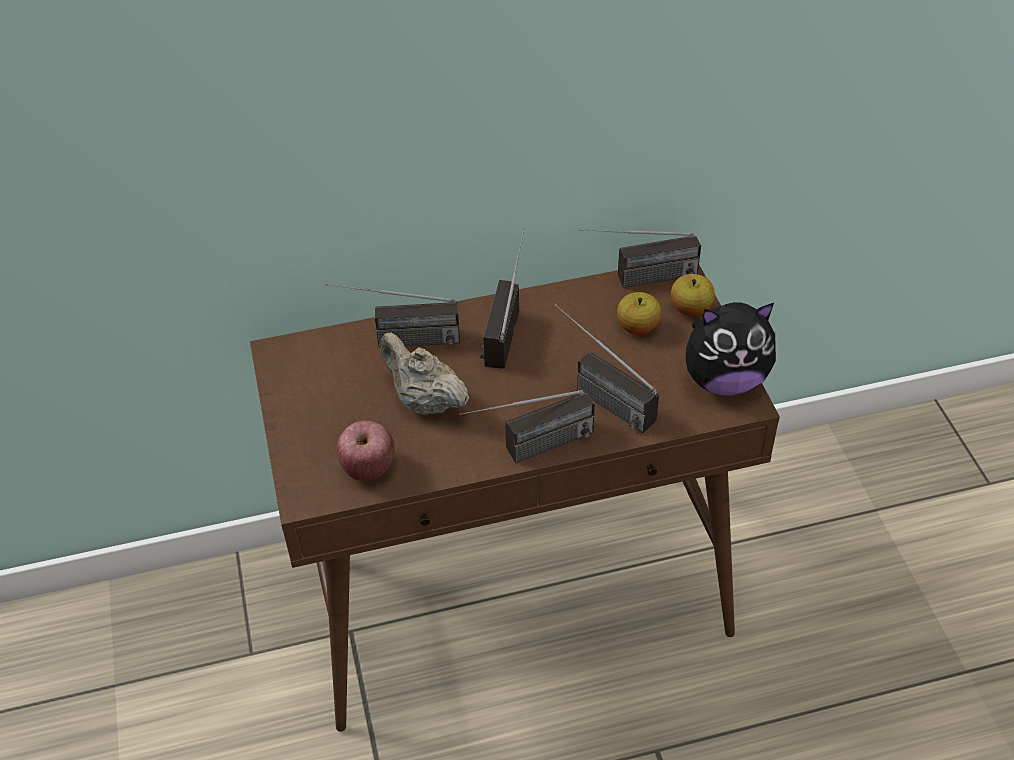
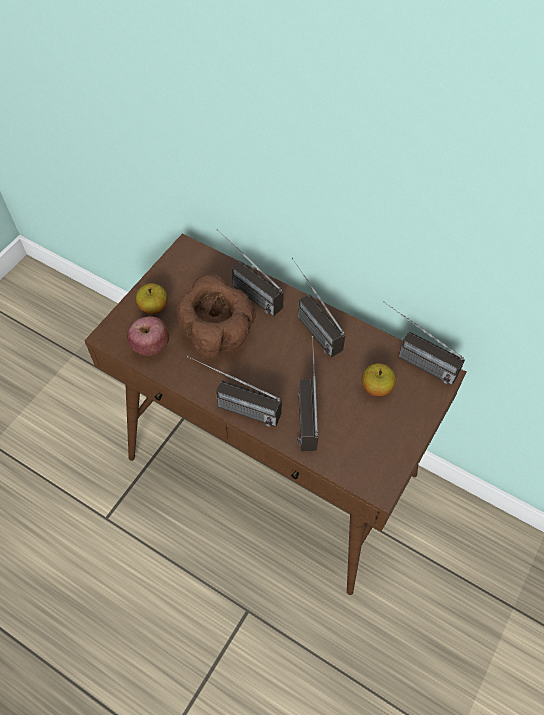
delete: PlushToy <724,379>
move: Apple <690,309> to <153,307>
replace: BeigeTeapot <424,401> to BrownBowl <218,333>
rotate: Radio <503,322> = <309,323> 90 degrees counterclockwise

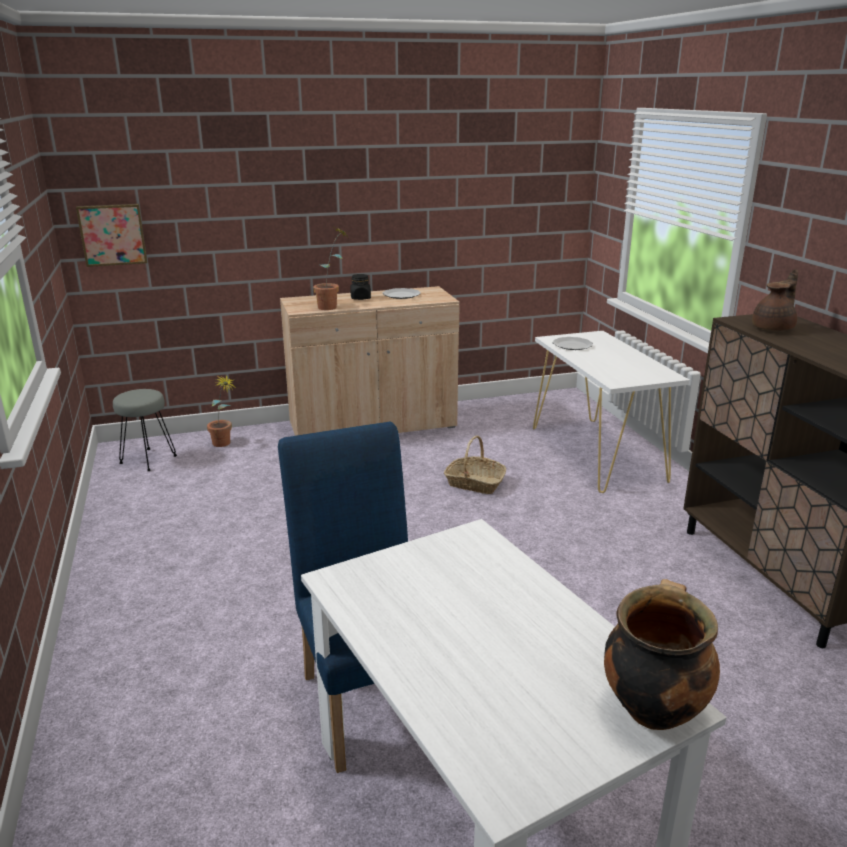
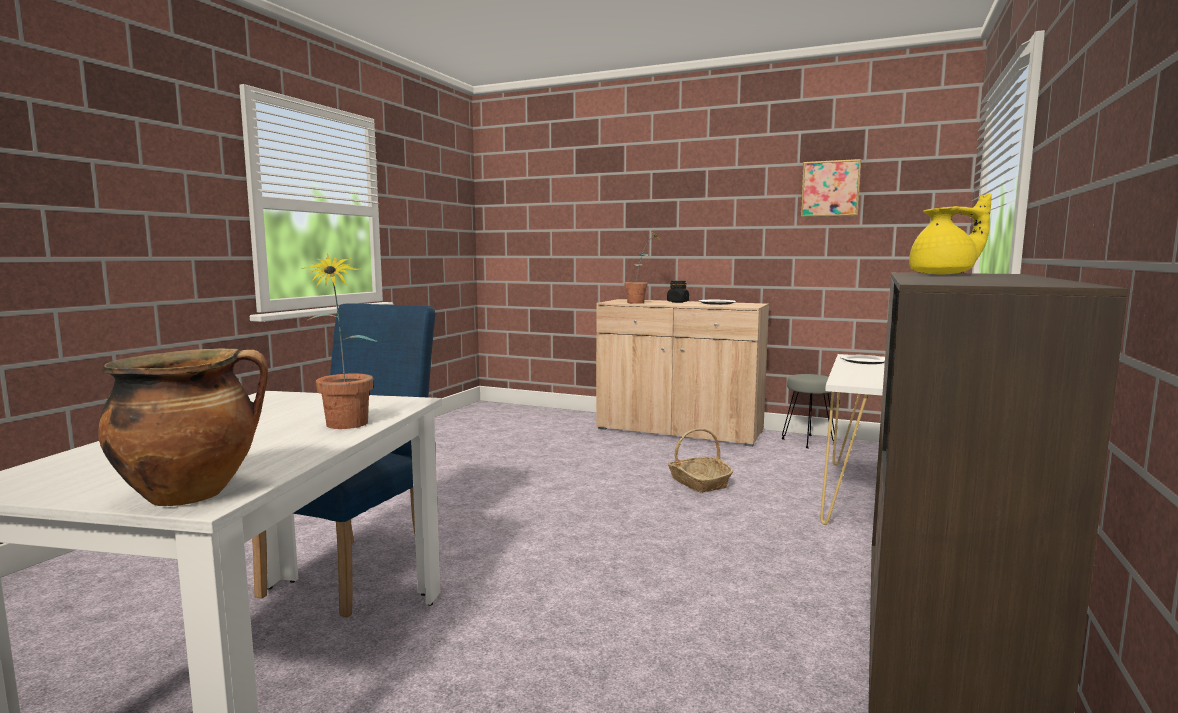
move: Picture <112,234> to <830,189>; GreyStool <147,460> to <807,441>; PottedPlant <224,445> to <344,427>
recolor: BrownTeapot <774,328> to YellowTeapot <945,274>

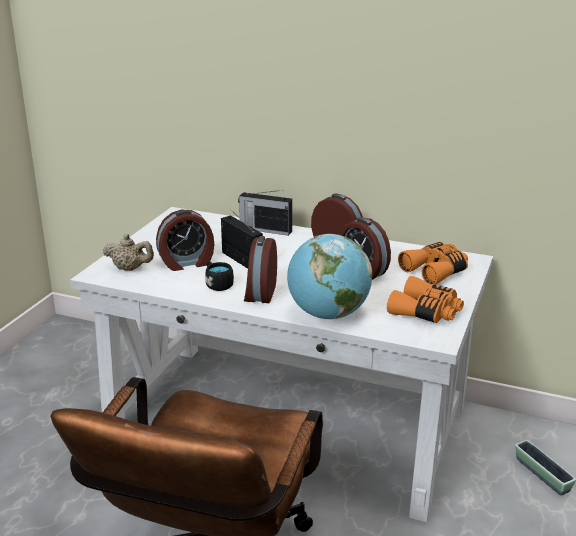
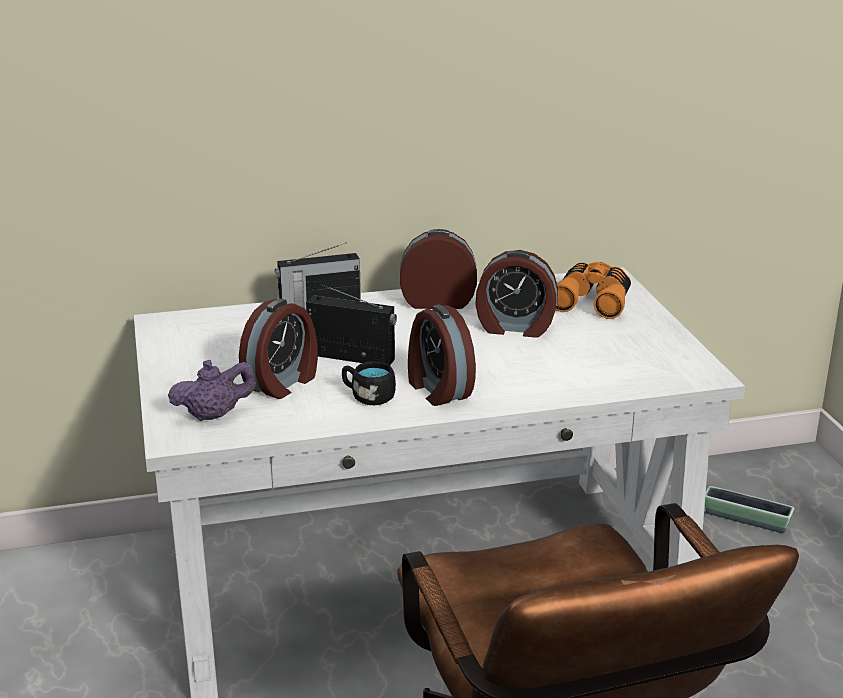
delete: Globe <328,314>; OrangeBinoculars <426,312>
recolor: BeigeTeapot <130,269> to PurpleTeapot <214,415>

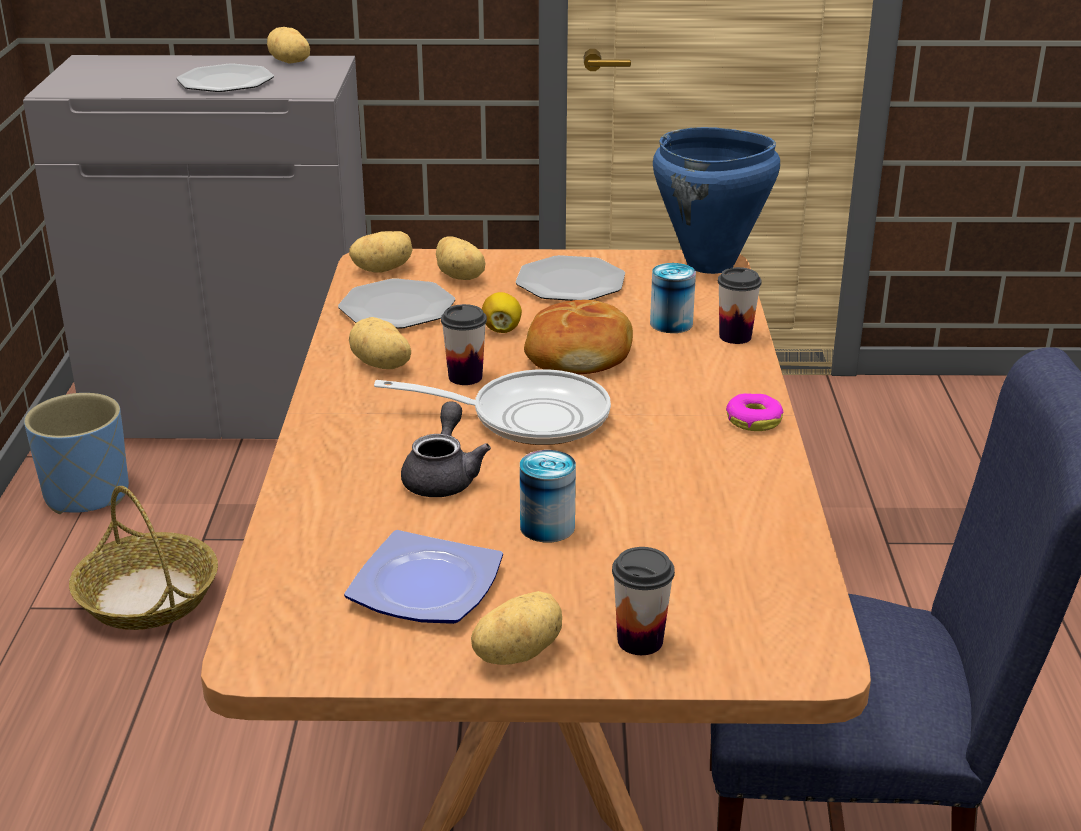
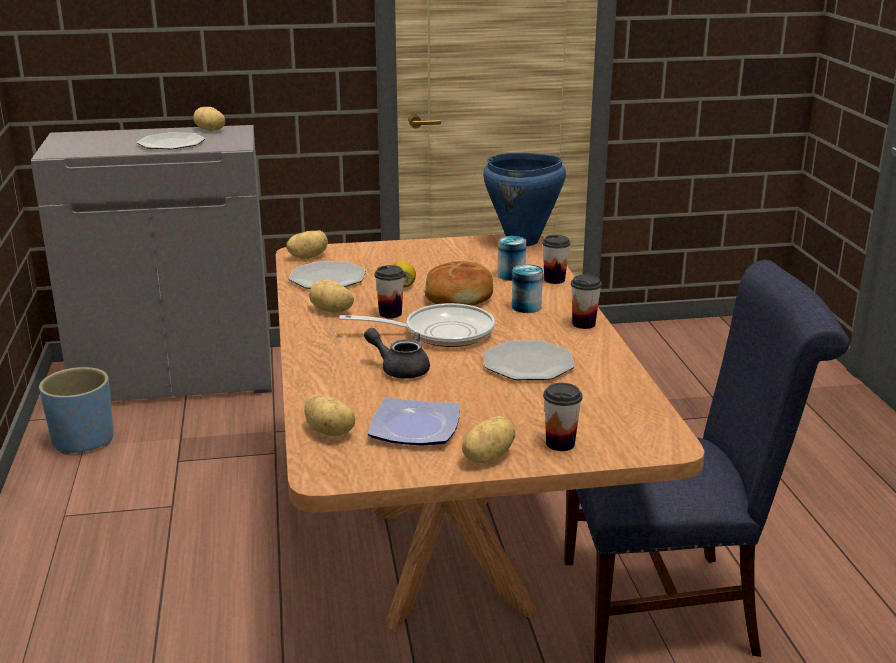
delete: Basket <149,597>
move: Potato <460,276> to <330,431>; Plate <570,282> to <528,363>; Can <547,526> to <526,307>
replace: Donut <753,420> to Cup <583,324>
rotate: GreyTeapot <443,477> = <400,369> 60 degrees counterclockwise

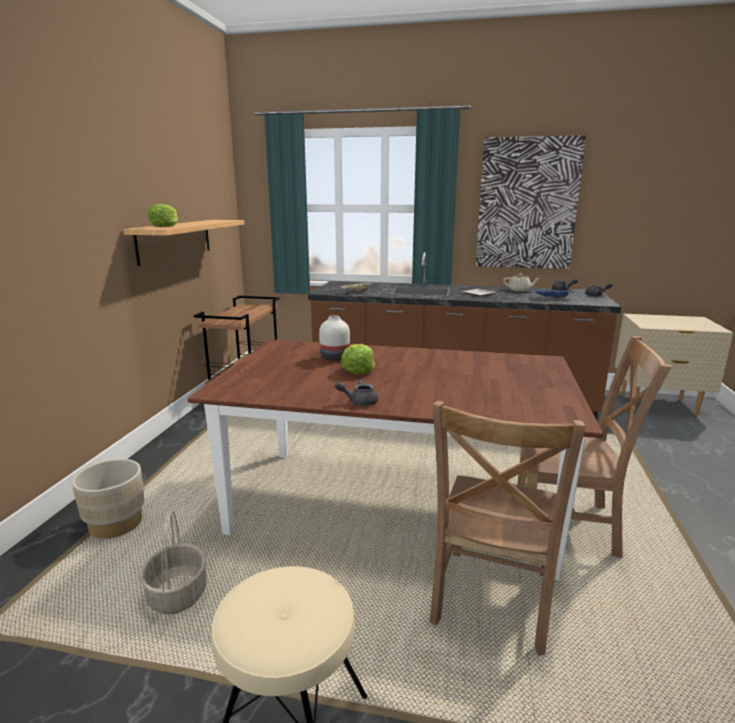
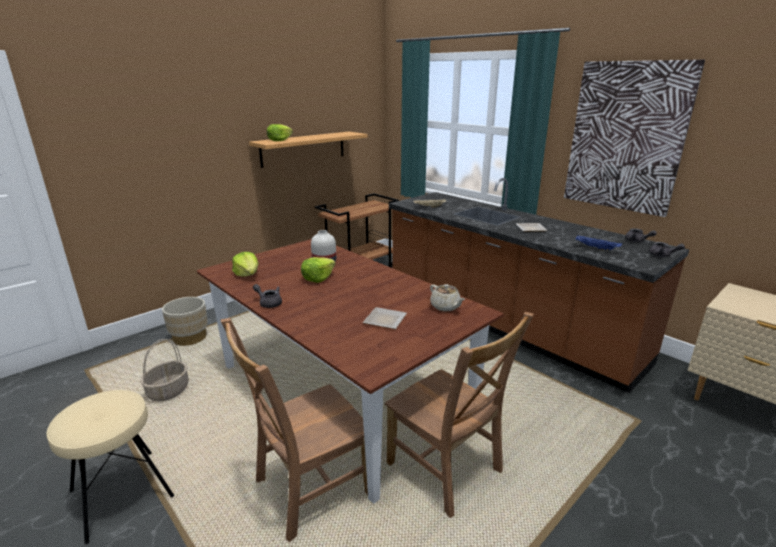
insert: Lettuce <247,274>; Plate <386,321>
move: BeigeTeapot <519,290> to <445,307>

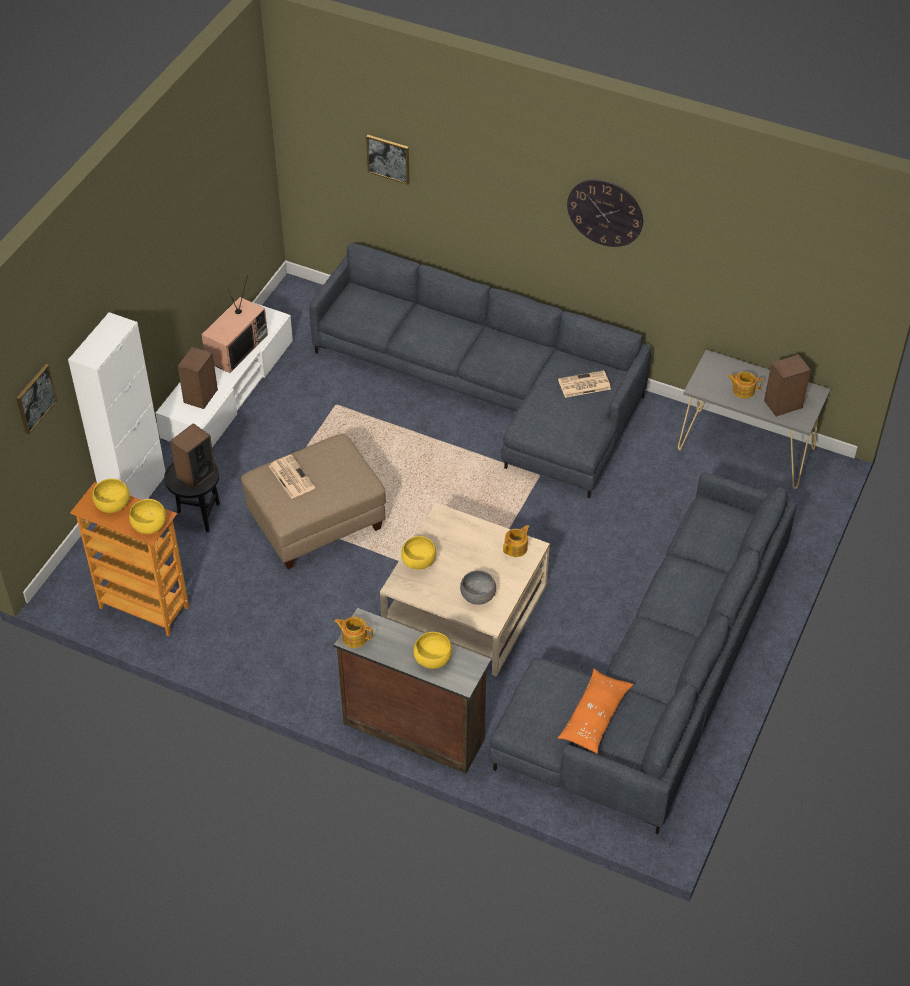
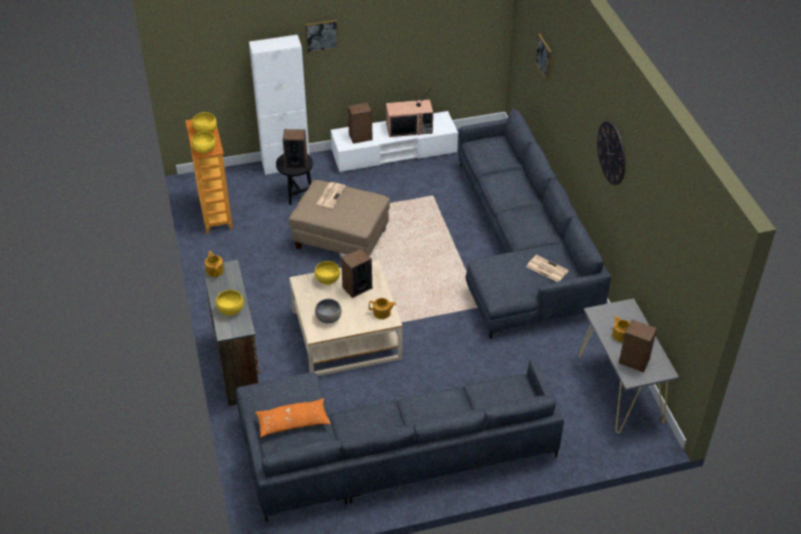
insert: Speaker <357,287>
move: Picture <35,398> to <321,36>

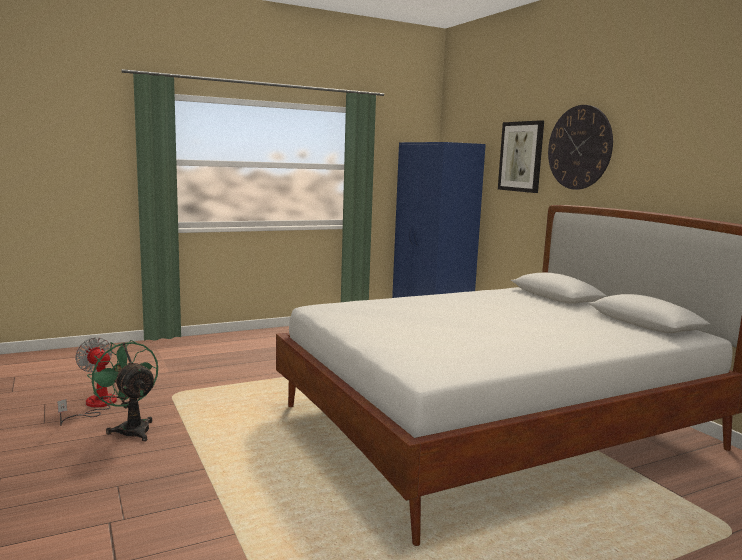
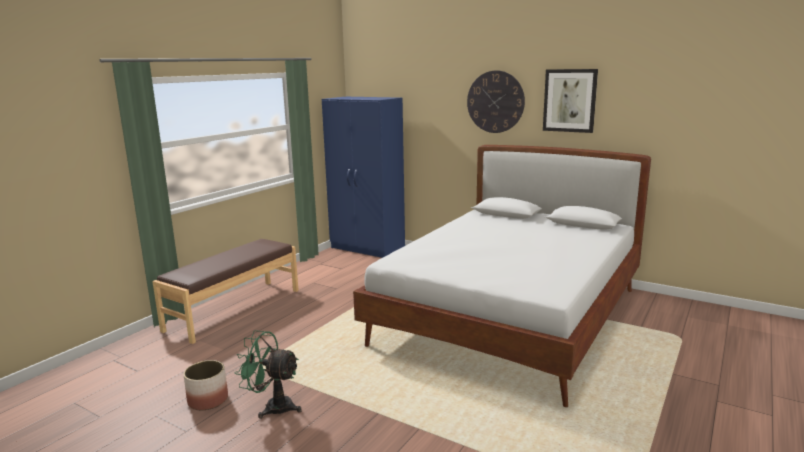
insert: BrownBench <234,309>
move: Picture <521,156> to <569,100>
replace: Fan <95,406> to Planter <208,400>

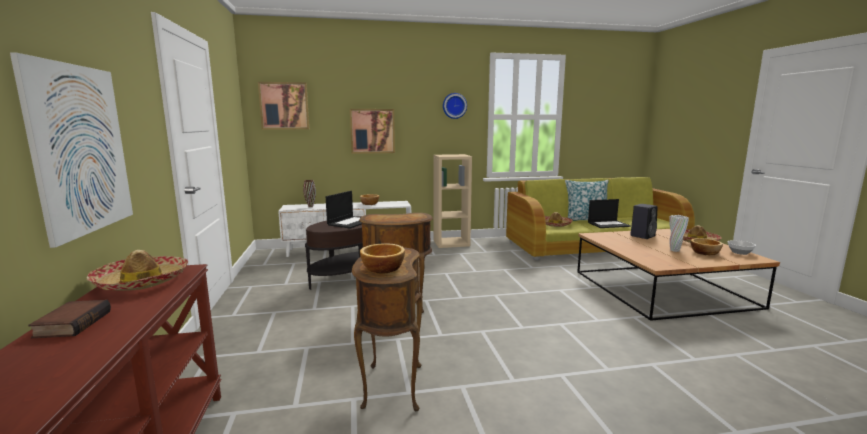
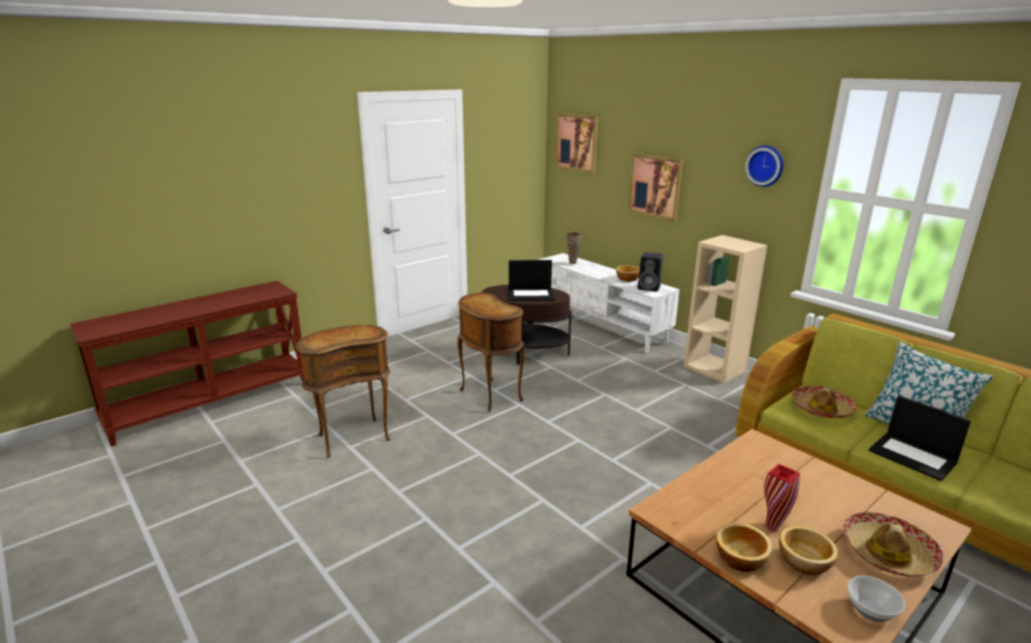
delete: Picture <81,149>; Book <72,324>; Hat <142,281>
move: Bowl <382,268> to <740,558>; BlackSpeaker <642,236> to <650,288>
recolor: WhiteVase <674,250> to RedVase <773,526>

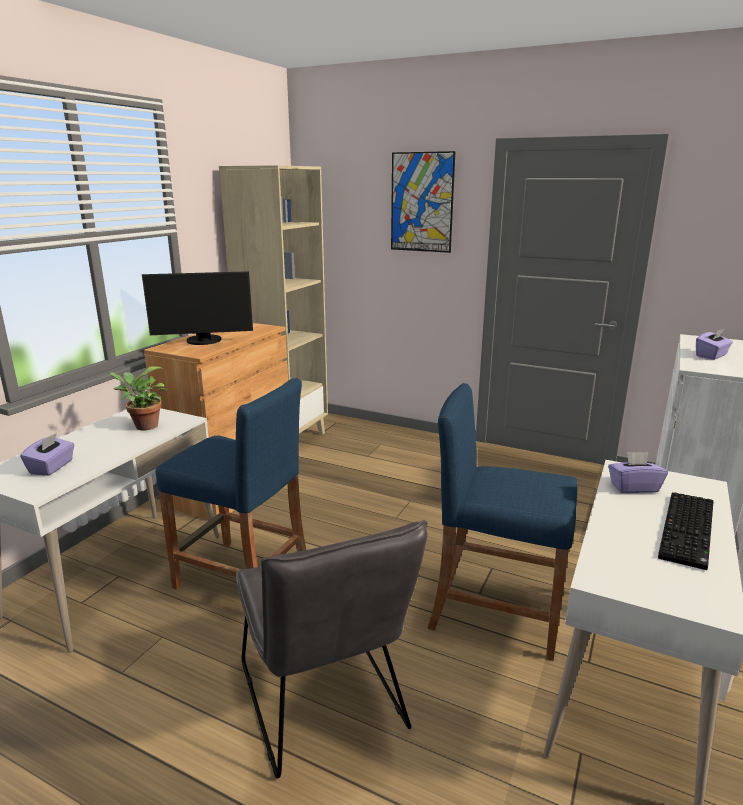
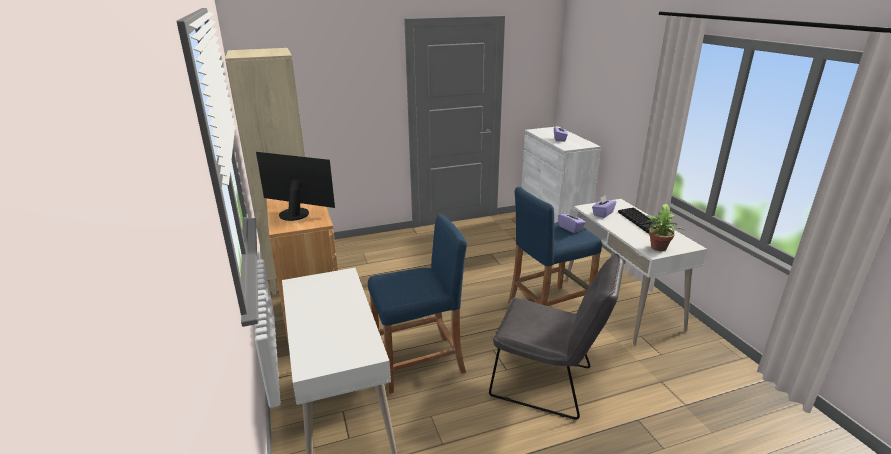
delete: Picture <422,202>
move: PurpleTissueBox <52,467> to <570,228>; PottedPlant <143,426> to <658,248>
rotate: Monitor <204,341> = <296,213> 105 degrees counterclockwise

